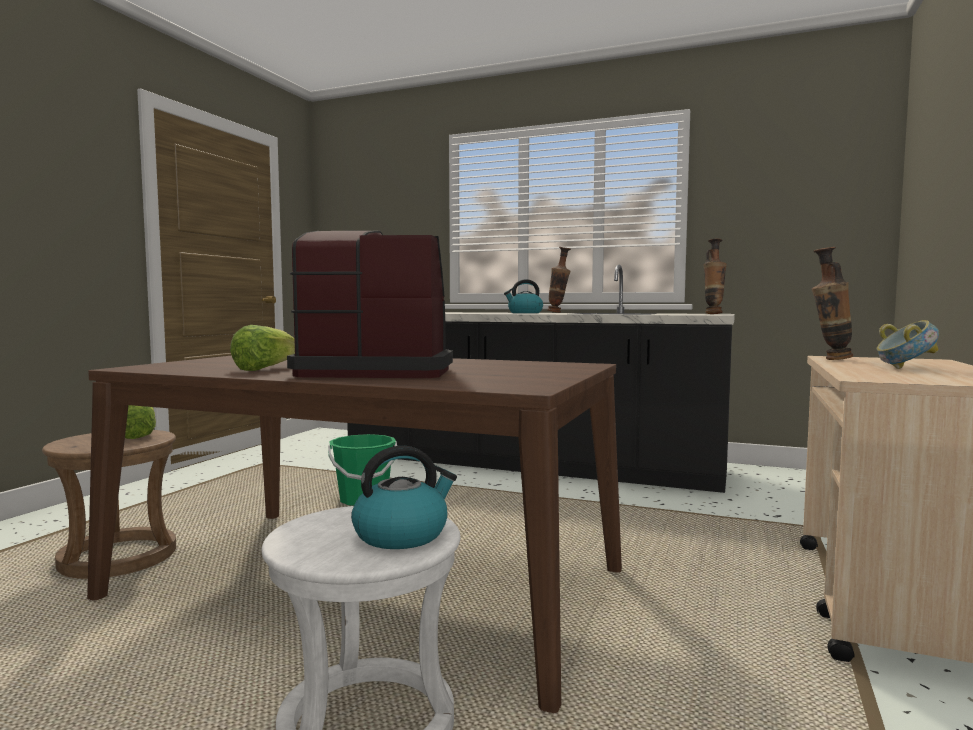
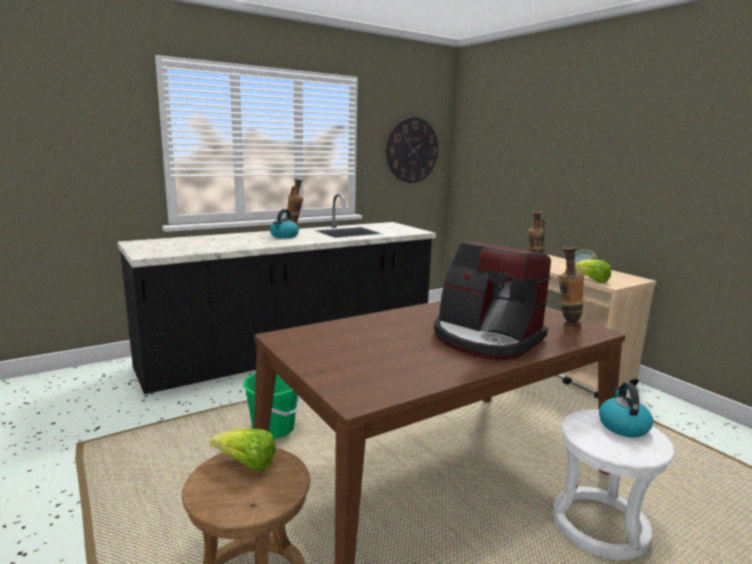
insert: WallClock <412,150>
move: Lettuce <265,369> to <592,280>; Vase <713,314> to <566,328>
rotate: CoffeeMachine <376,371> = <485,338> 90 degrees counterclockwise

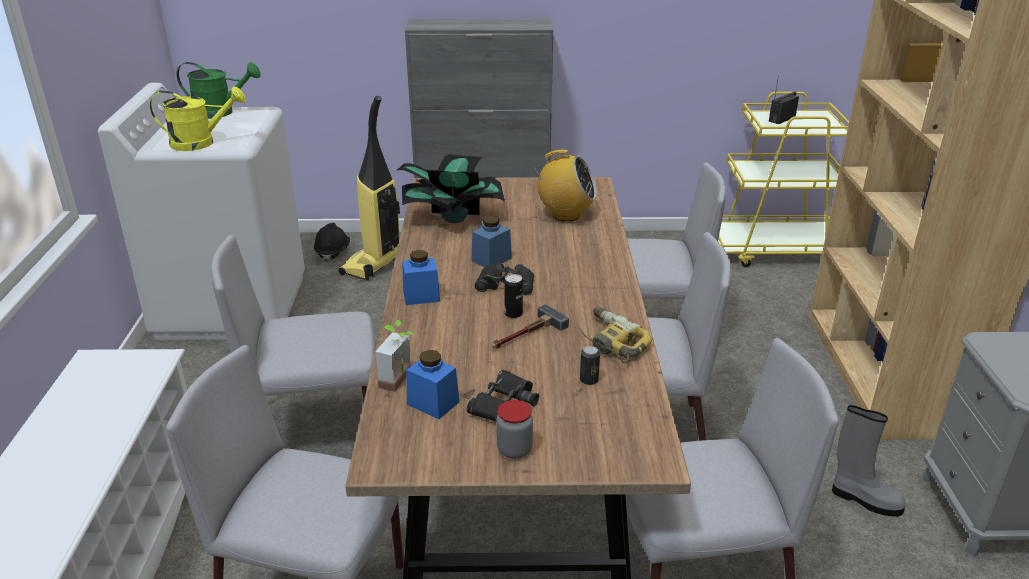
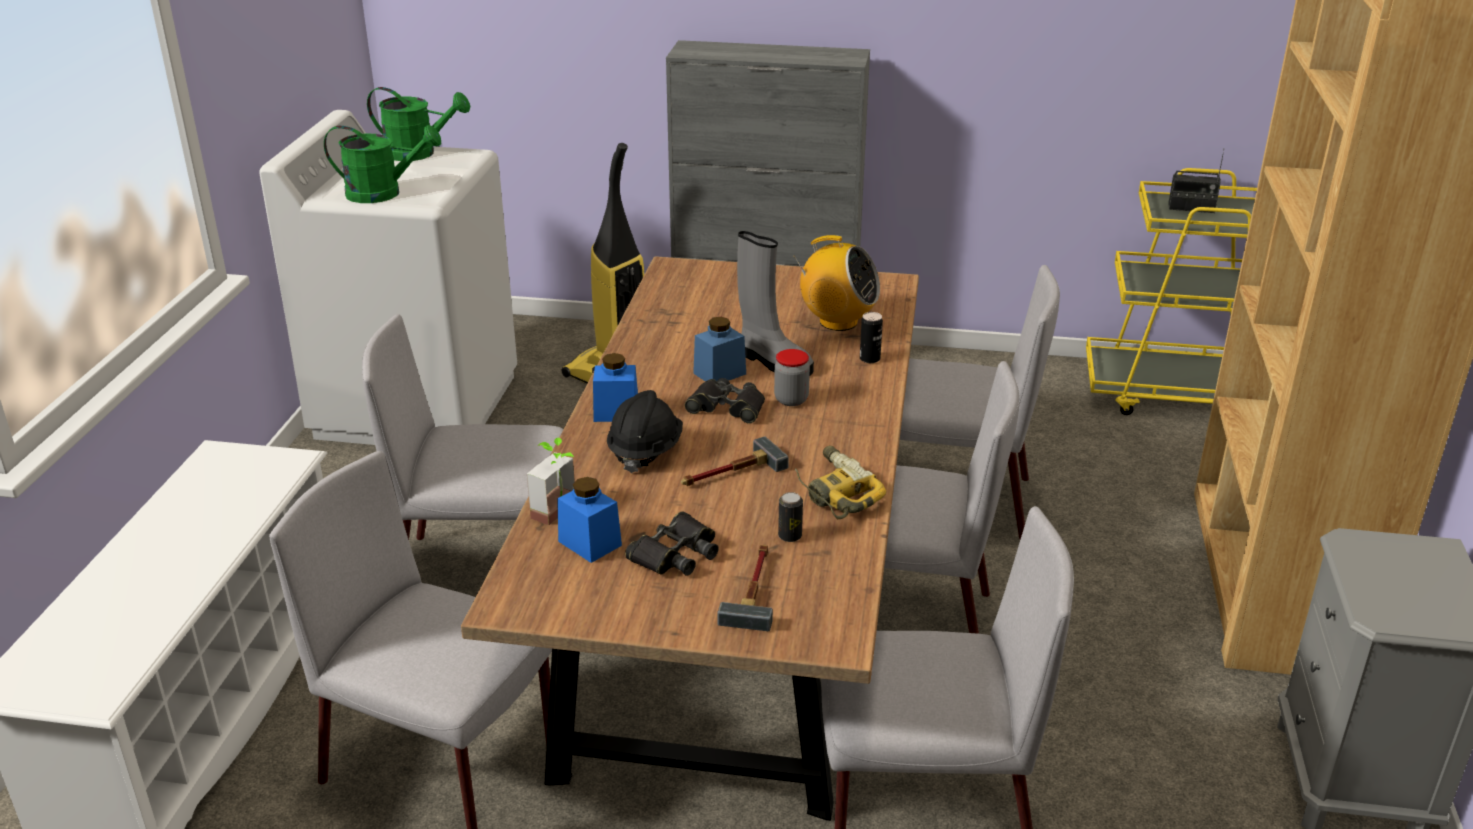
delete: PottedPlant <453,218>
insert: Hammer <754,589>
move: BlackHardHat <332,252> to <645,451>; Jar <514,450> to <791,399>; Can <513,314> to <869,359>; GreyBoot <864,499> to <773,362>
recolor: YellowWateringCan <201,143> to GreenWateringCan <384,193>
rotate: Radio <781,119> = <1191,208> 135 degrees counterclockwise

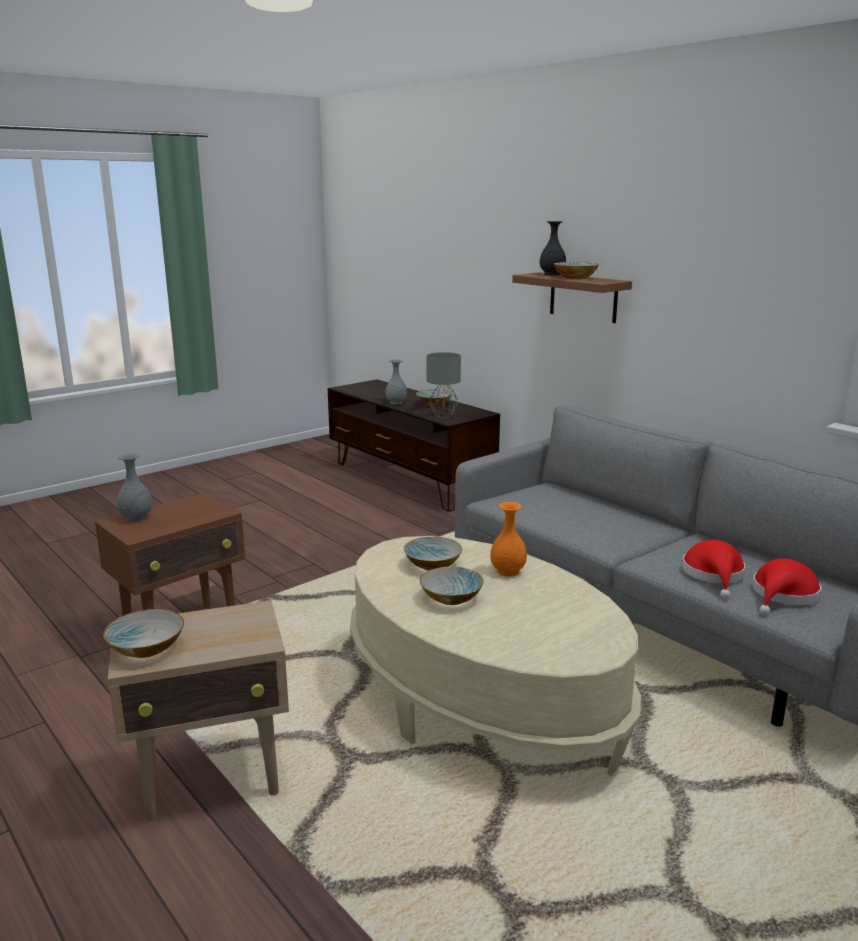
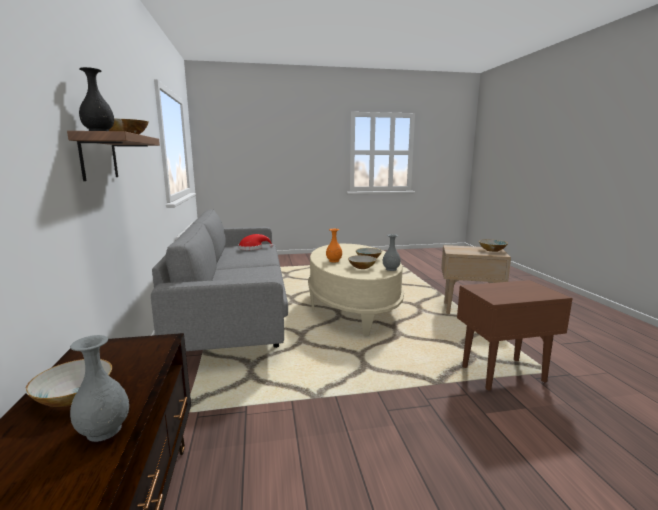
delete: GreyTableLamp <444,415>; RedHat <714,575>
move: GreyVase <137,517> to <391,269>

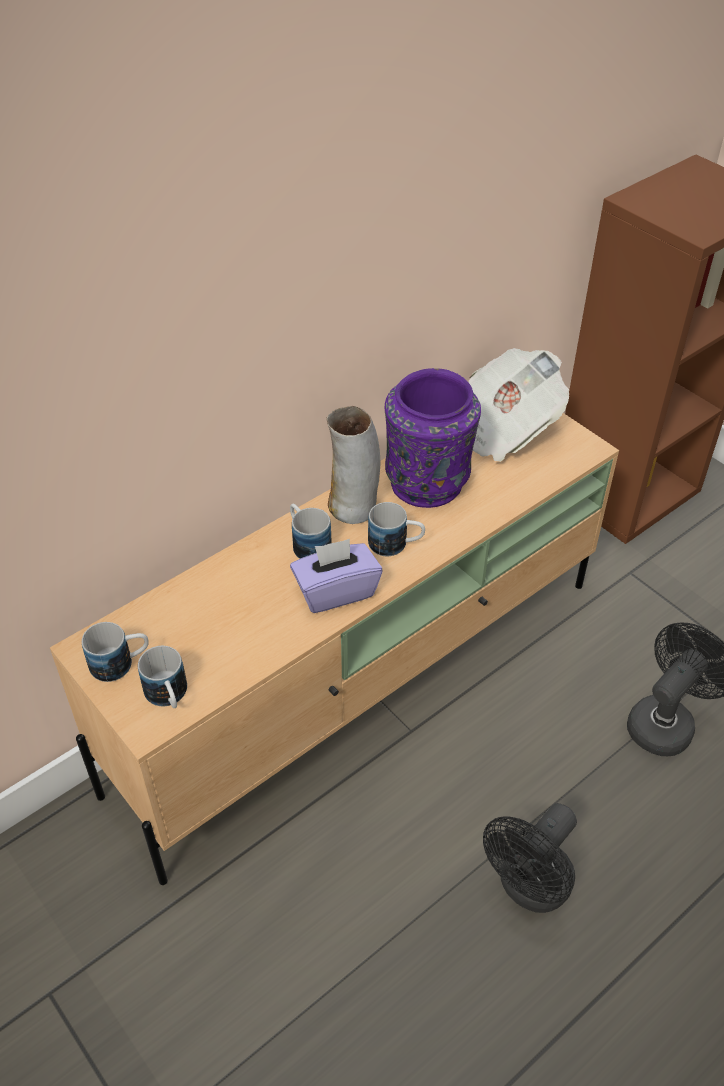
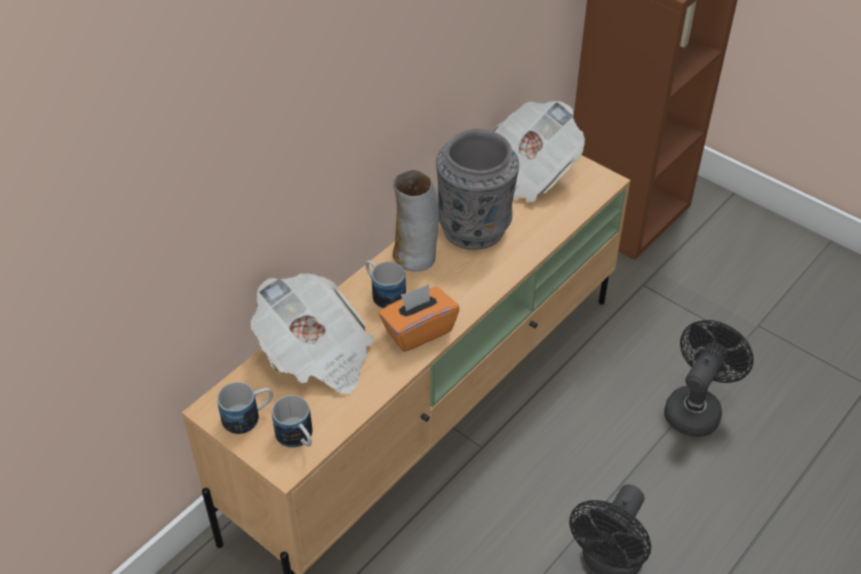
delete: Mug <396,544>
insert: Newspaper <316,354>
recolor: PurpleTissueBox <336,591> to OrangeTissueBox <418,331>; PurpleVase <427,482> to GreyVase <474,227>

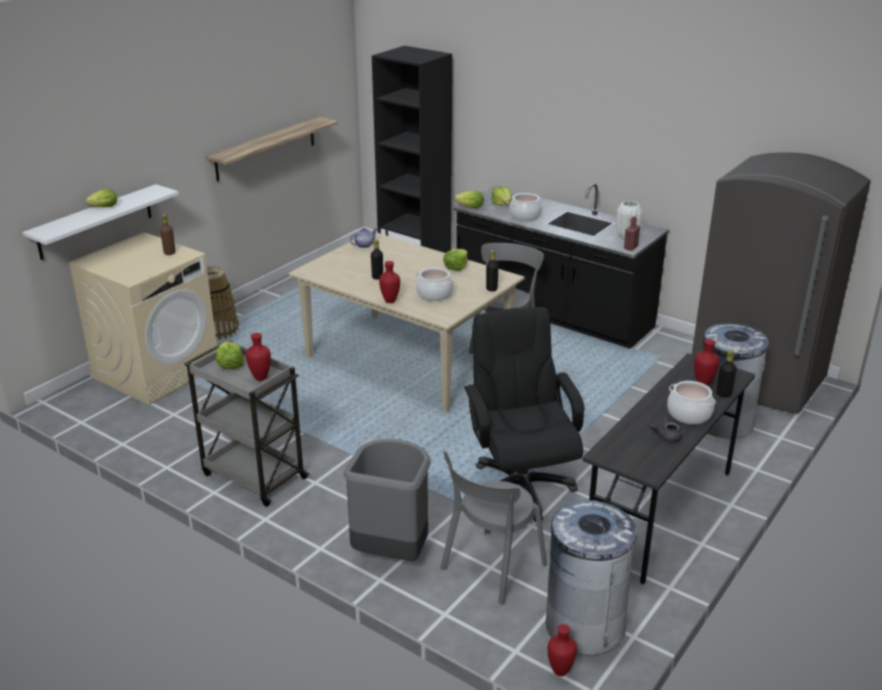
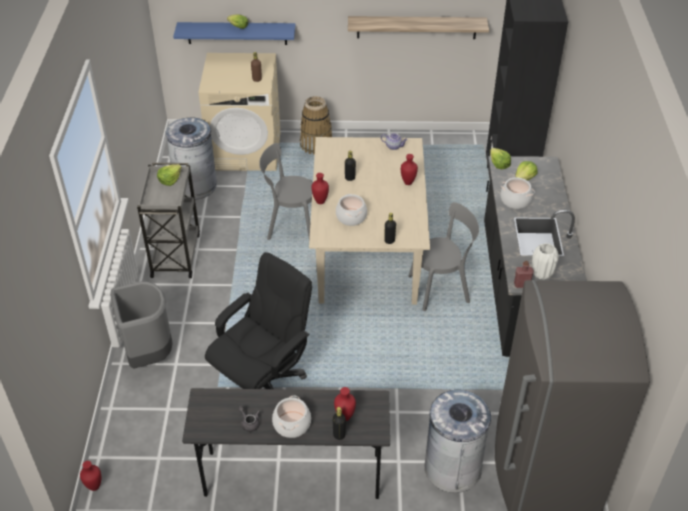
delete: Lettuce <456,267>
move: RedVase <260,377> to <408,182>; GreyChair <490,569> to <290,225>; GreyTrashCan <584,625> to <195,185>
recolor: WhiteShelf <95,222> to BlueShelf <237,33>

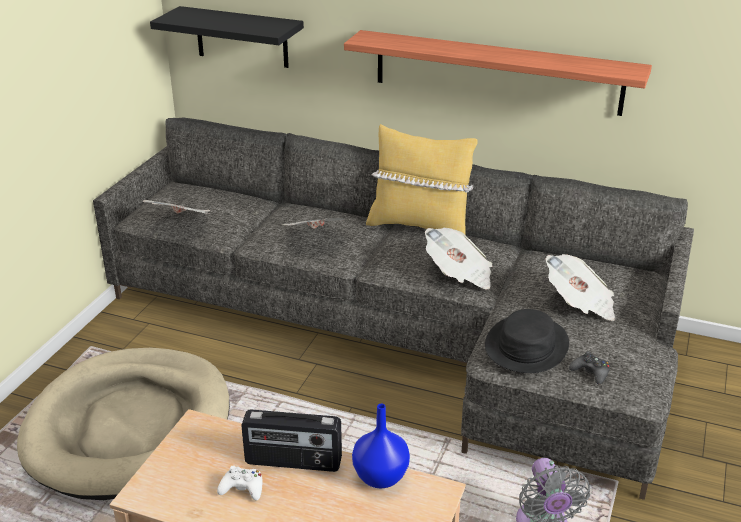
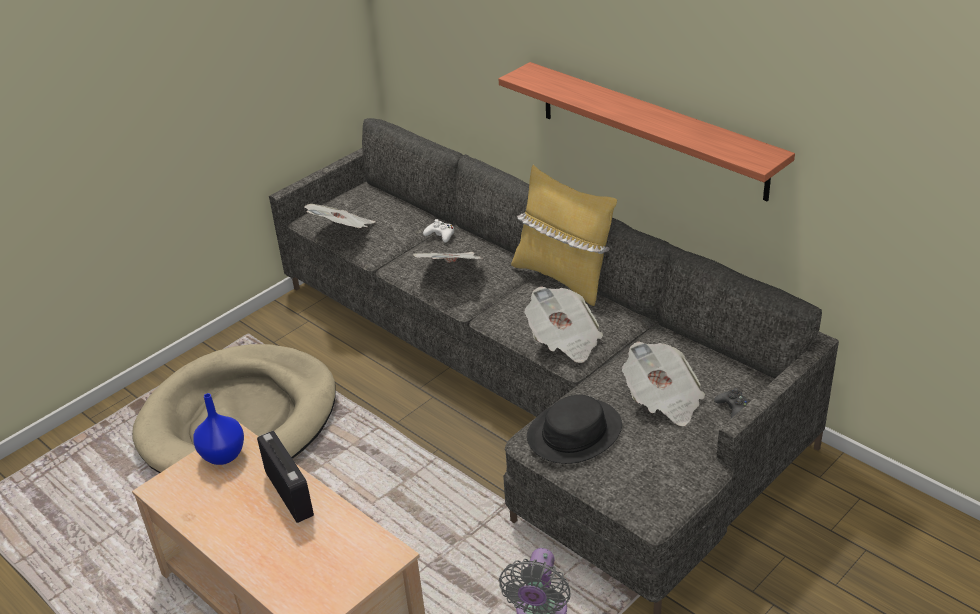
delete: BlackShelf <241,37>
move: WhiteGameController <242,488> to <440,235>; BlueVase <380,478> to <222,456>; BlackGameController <590,372> to <734,409>
rotate: Radio <293,462> = <290,493> 150 degrees counterclockwise

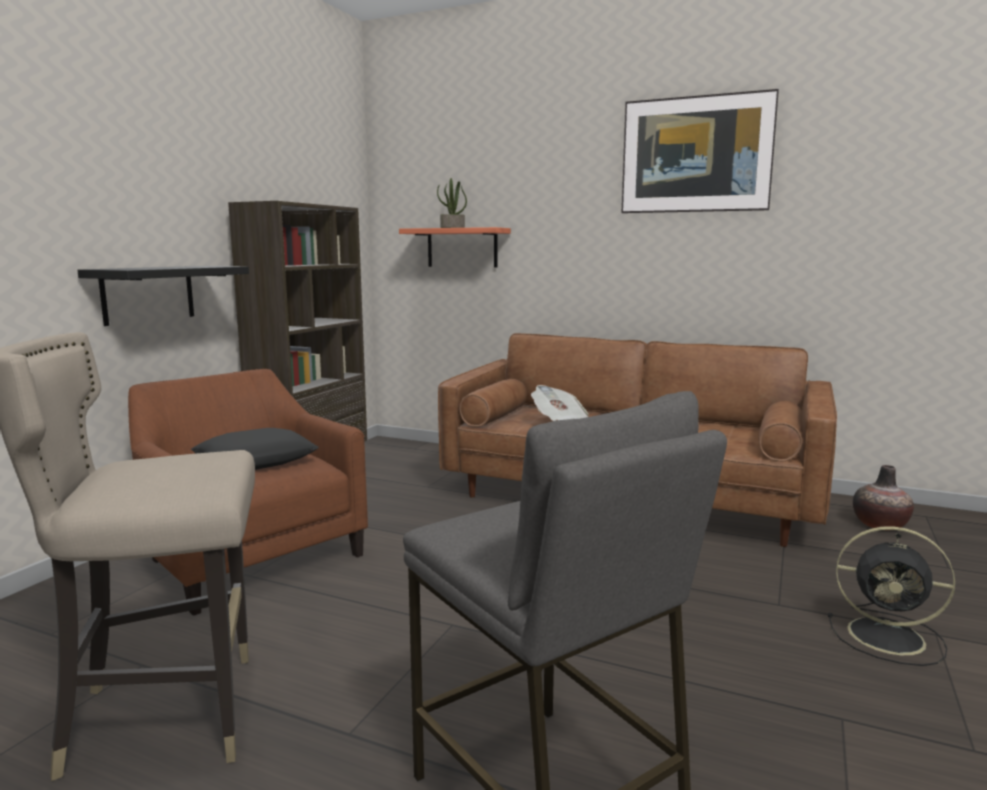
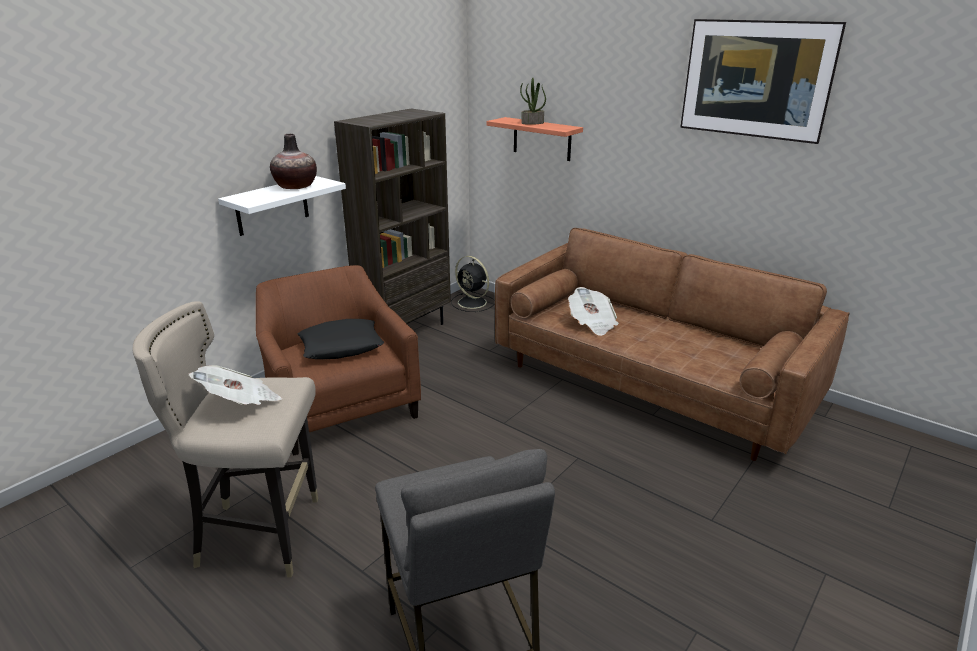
insert: Newspaper <241,403>
move: BlackFan <889,637> to <473,303>; Vase <880,525> to <295,186>
recolor: BlackShelf <148,294> to WhiteShelf <272,206>

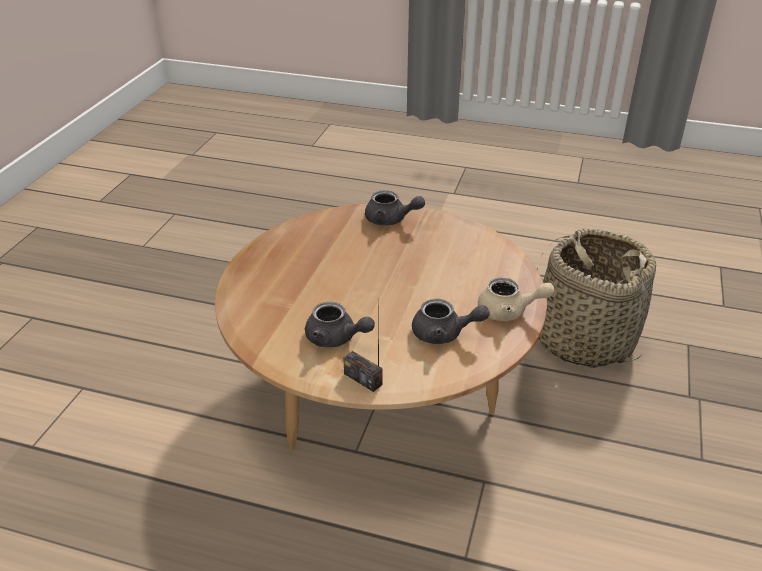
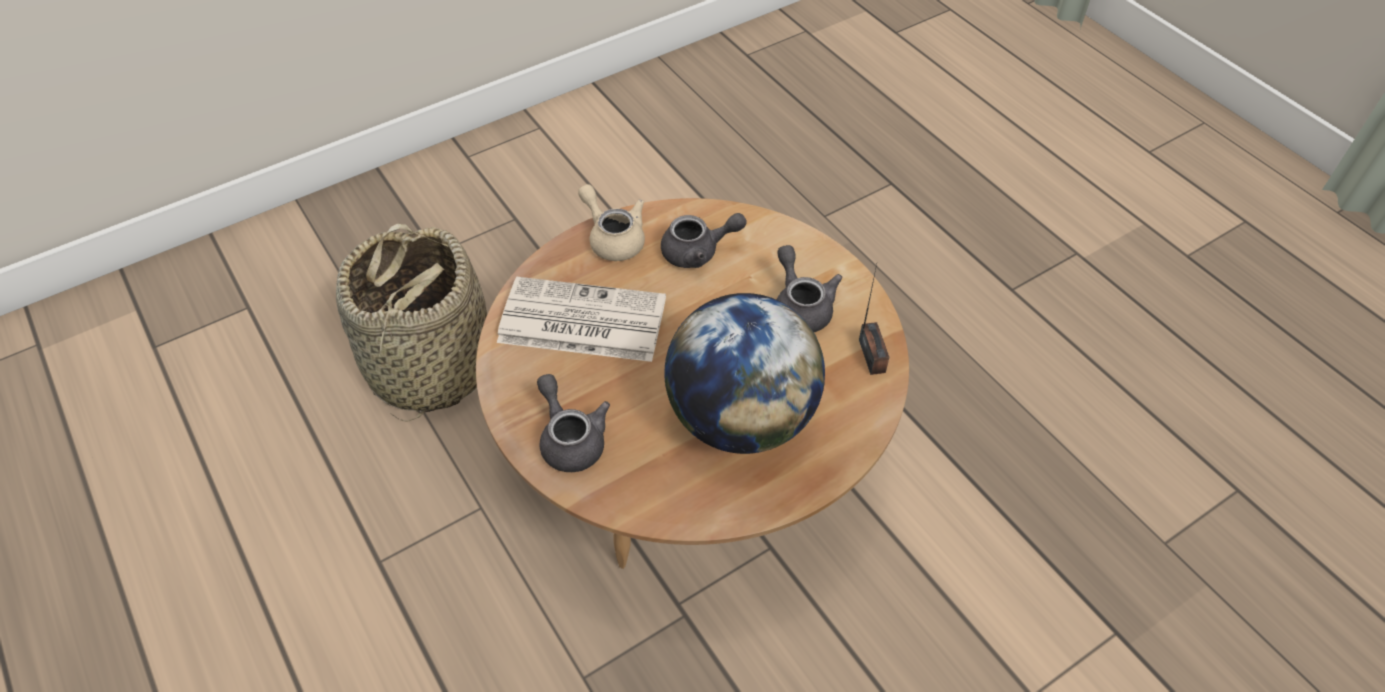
insert: Newspaper <580,321>; Globe <741,418>
move: Radio <363,379> to <871,356>
rotate: GreyTeapot <444,334> = <698,252> 120 degrees clockwise

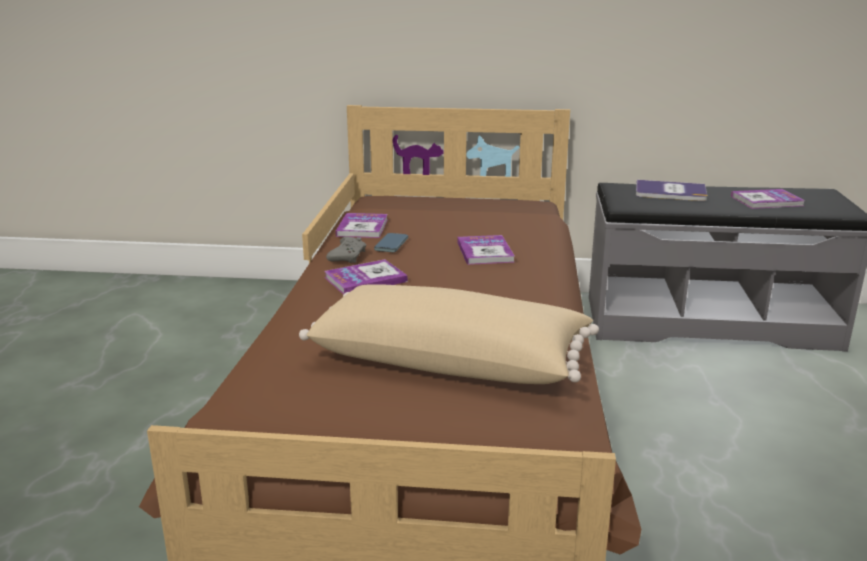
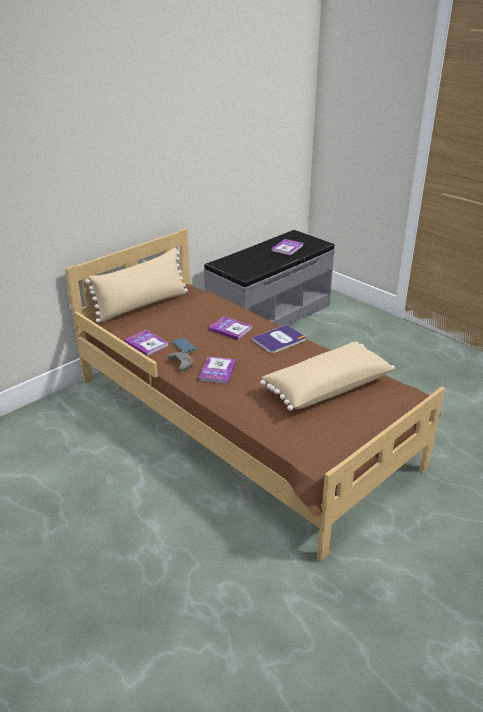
insert: BeigePillow <142,305>
move: Book <670,192> to <279,340>

